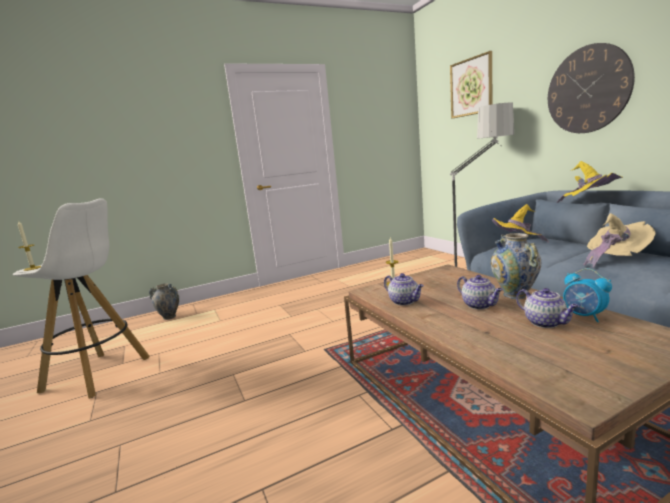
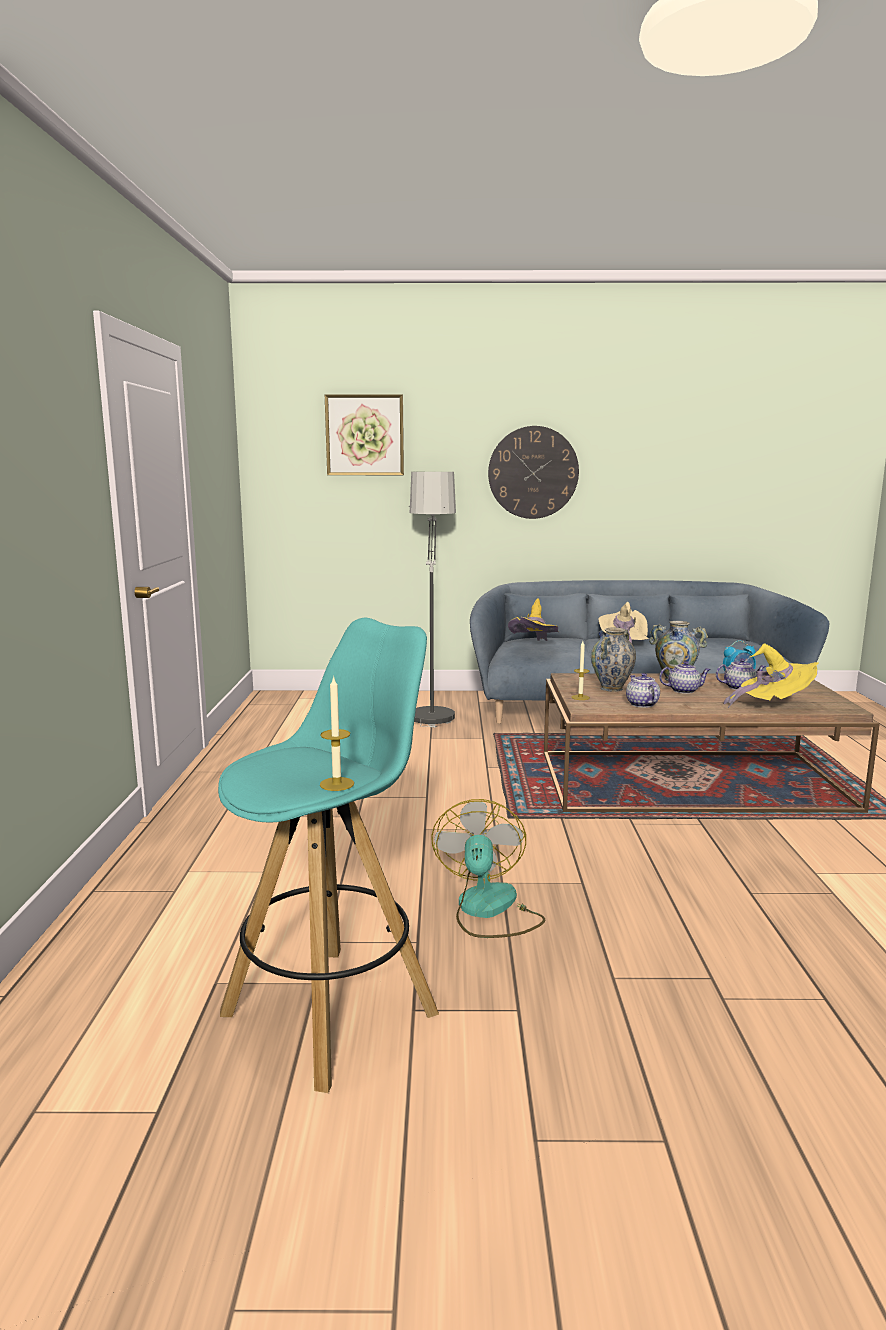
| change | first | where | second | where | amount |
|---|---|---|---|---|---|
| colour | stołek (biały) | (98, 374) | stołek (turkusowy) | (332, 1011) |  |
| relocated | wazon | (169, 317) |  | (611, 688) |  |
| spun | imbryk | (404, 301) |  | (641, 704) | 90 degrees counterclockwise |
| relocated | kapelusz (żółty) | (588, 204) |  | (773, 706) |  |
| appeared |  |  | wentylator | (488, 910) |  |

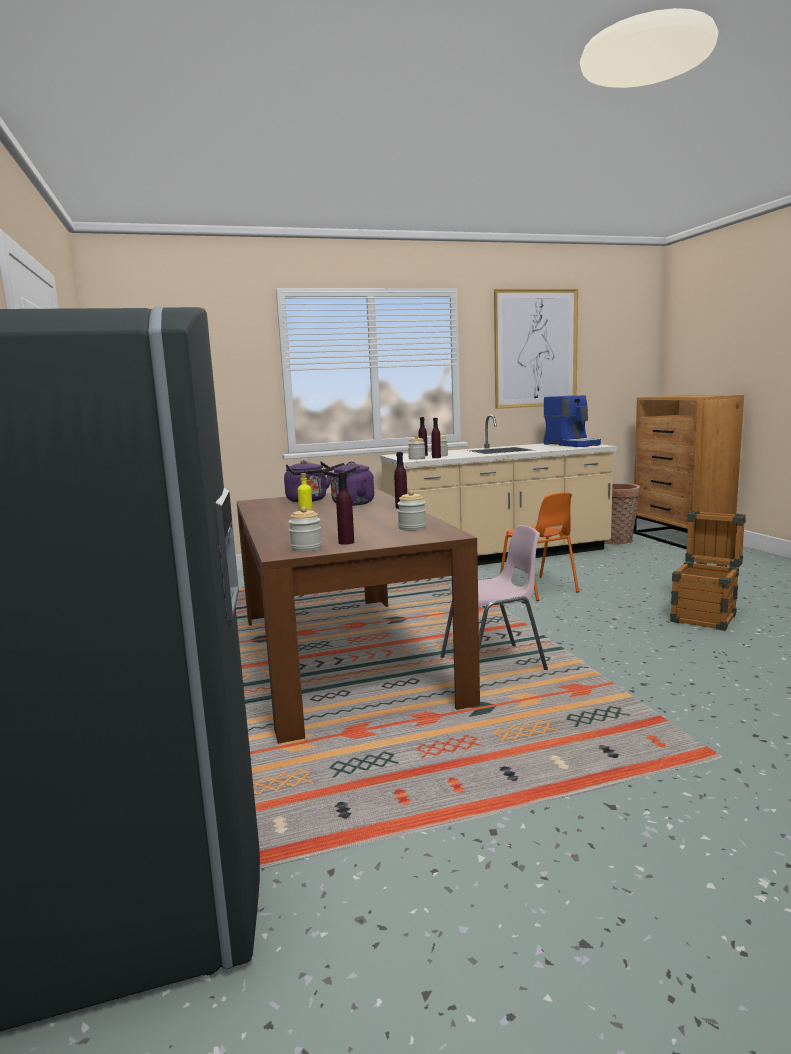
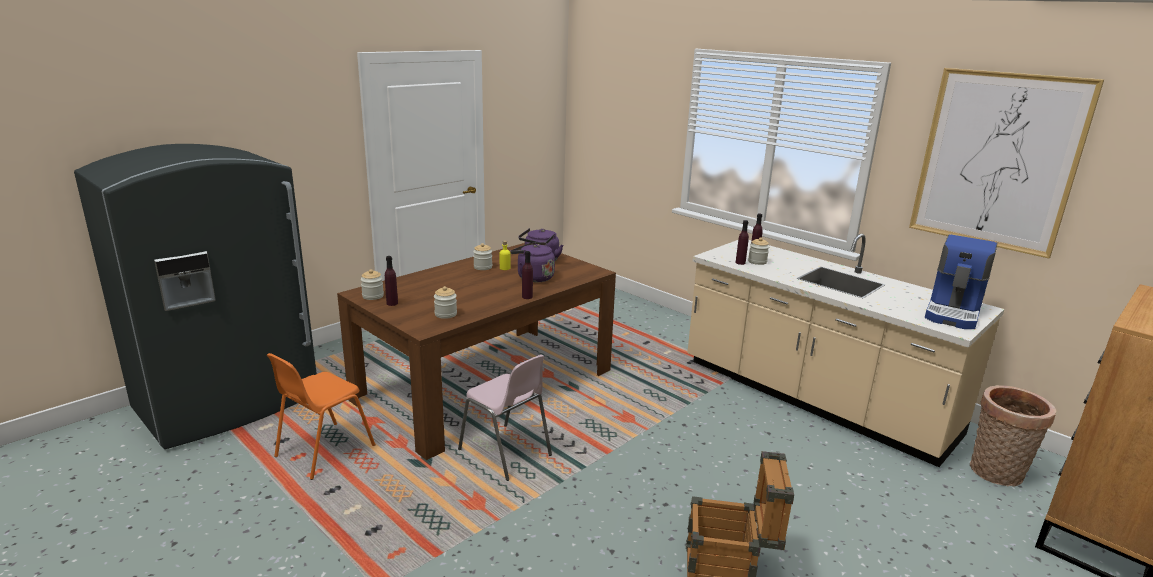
| change | first | where | second | where | amount |
|---|---|---|---|---|---|
| relocated | słoik | (417, 458) |  | (483, 267) |  |
| relocated | krzesło (pomarańczowy) | (538, 589) |  | (323, 451) |  |

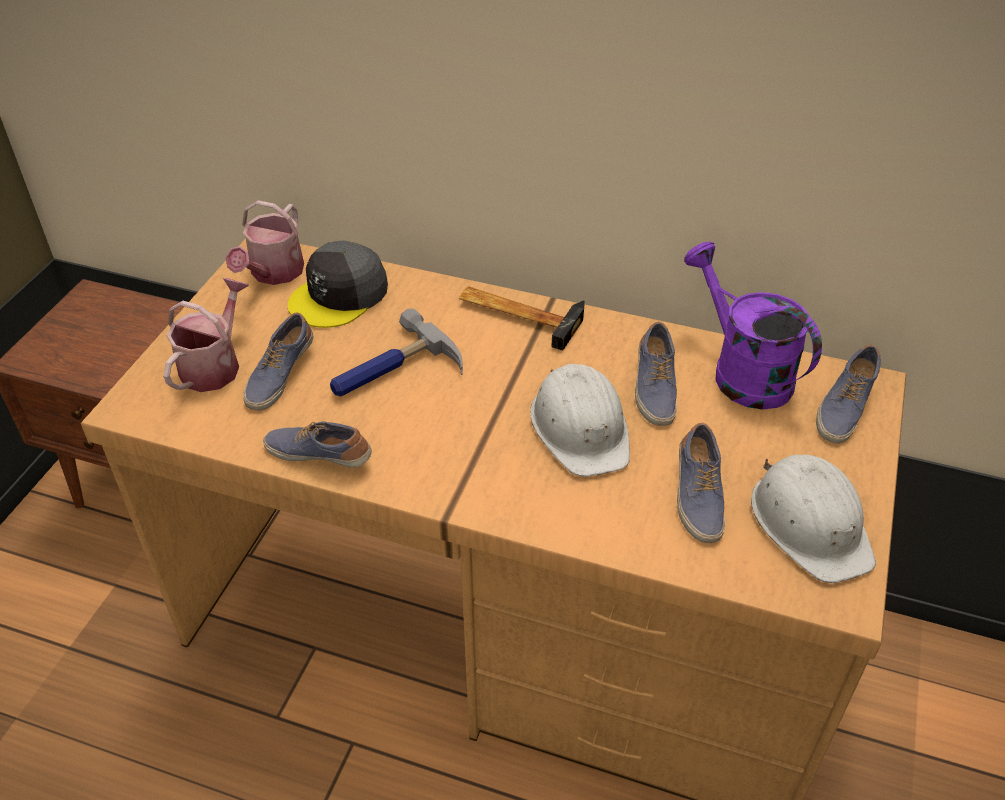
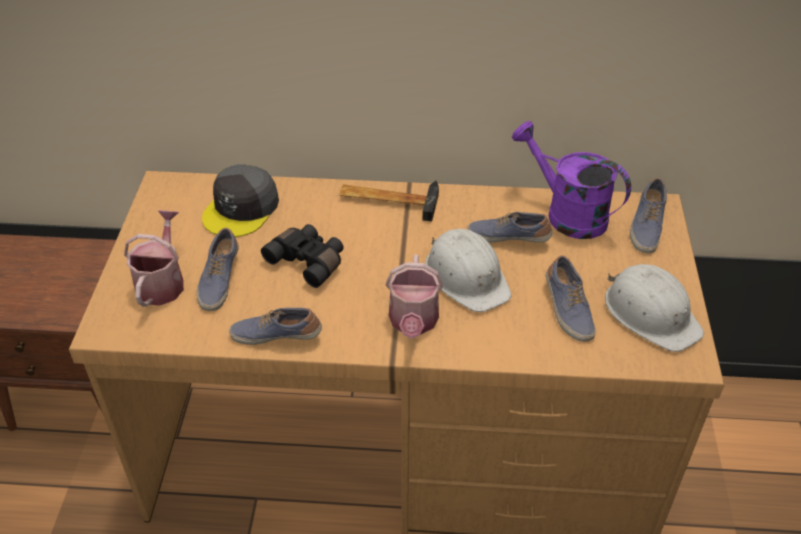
| change | first | where | second | where | amount |
|---|---|---|---|---|---|
| relocated | konewka | (273, 273) |  | (413, 322) |  |
| exchanged | młotek | (393, 372) | lornetka (czarny) | (308, 261) |  |
| spun | but | (653, 388) |  | (508, 237) | 120 degrees clockwise |

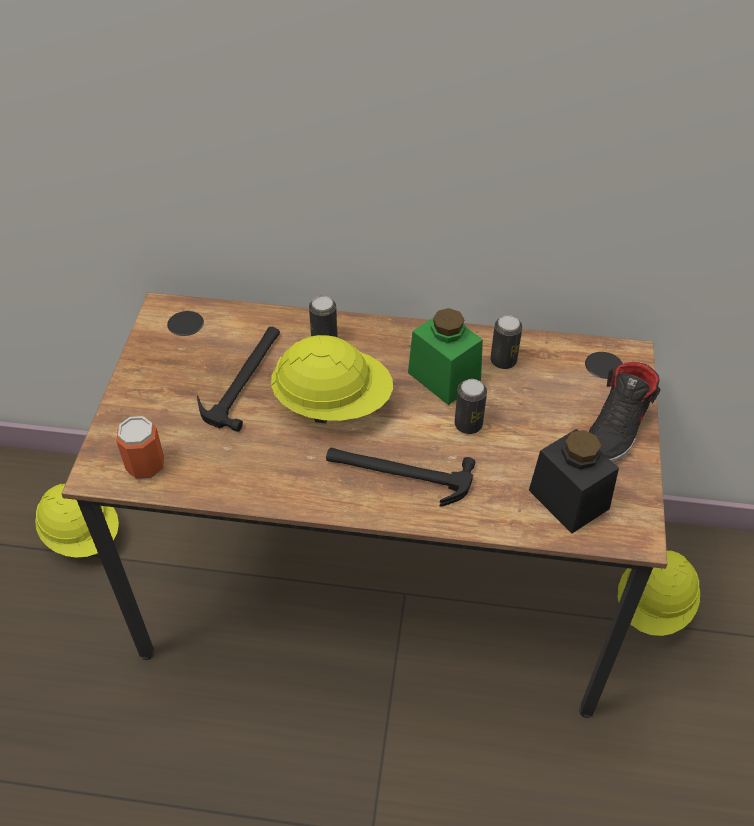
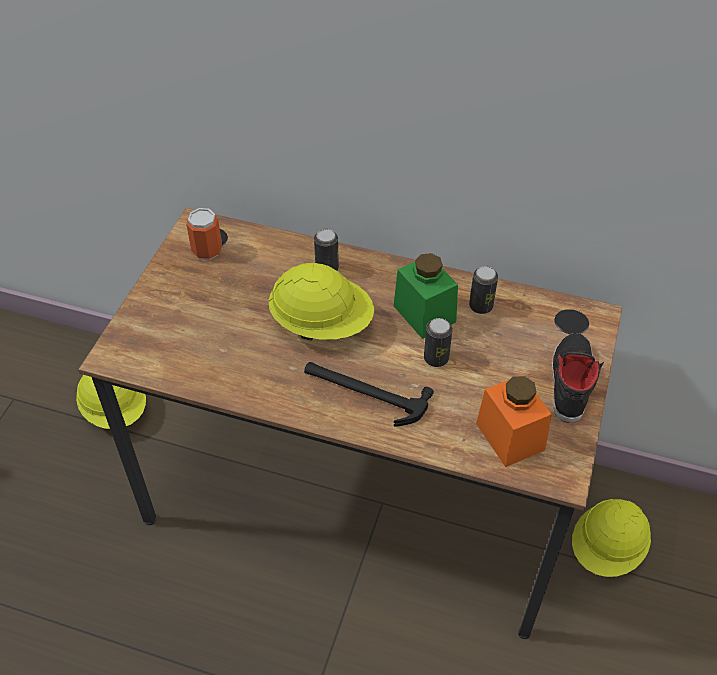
| change | first | where | second | where | amount |
|---|---|---|---|---|---|
| relocated | puszka | (145, 466) |  | (207, 250) |  |
| missing | młotek | (244, 378) |  |  |  |
| colour | słoik (czarny) | (568, 499) | słoik (pomarańczowy) | (510, 436) |  |
| spun | but (czarny) | (617, 428) |  | (569, 380) | 150 degrees clockwise |

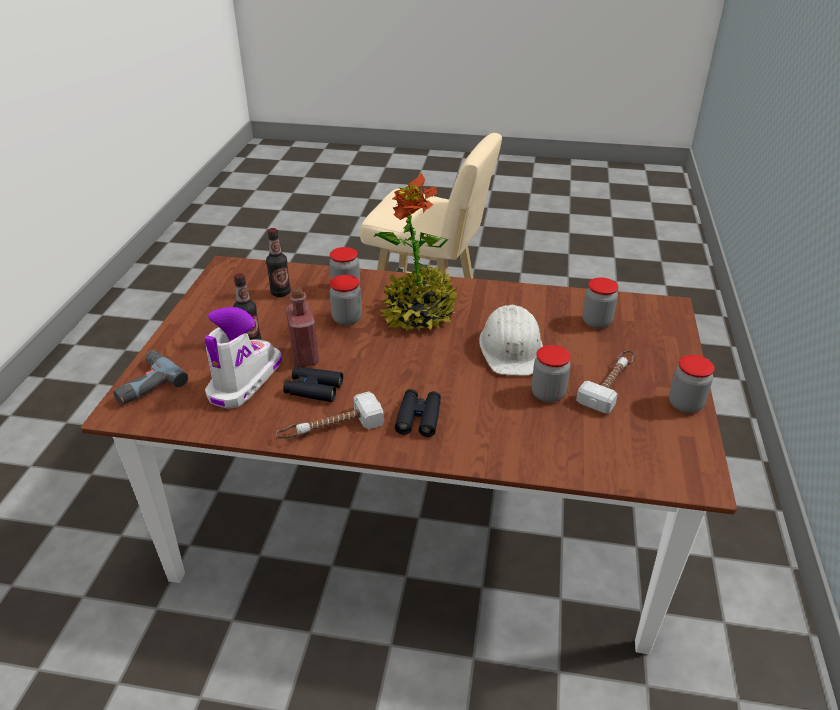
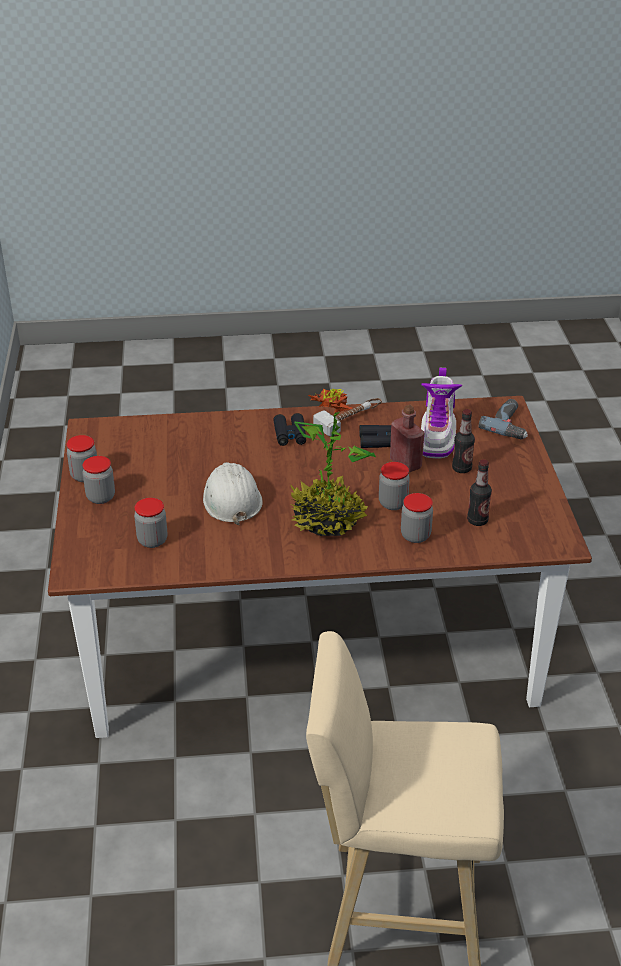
| change | first | where | second | where | amount |
|---|---|---|---|---|---|
| relocated | słoik | (548, 394) |  | (101, 497) |  |
| missing | młotek | (610, 383) |  |  |  |

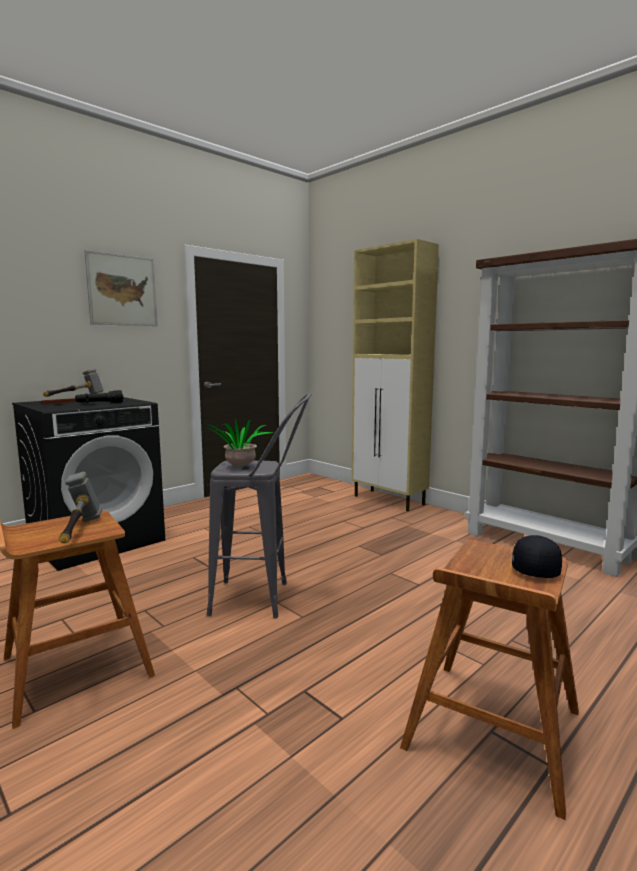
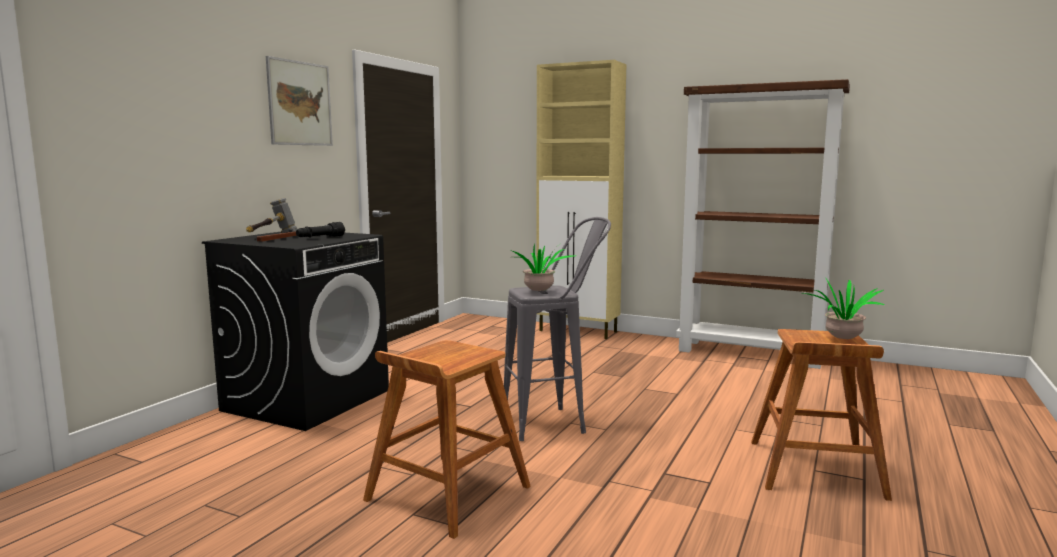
| change | first | where | second | where | amount |
|---|---|---|---|---|---|
| missing | młotek | (79, 533) |  |  |  |
| exchanged | czapka z daszkiem (czarny) | (534, 568) | roślina doniczkowa | (842, 339) |  |

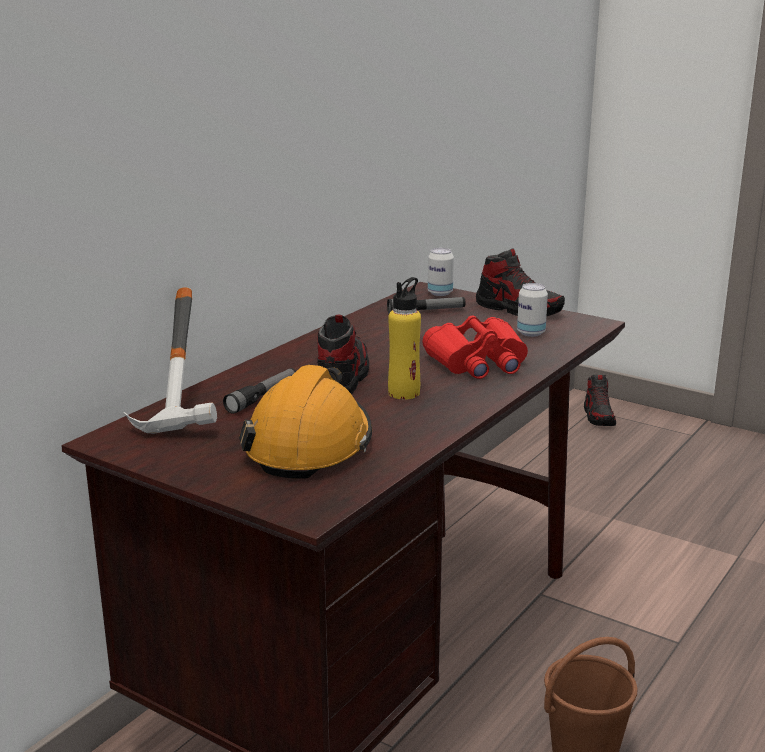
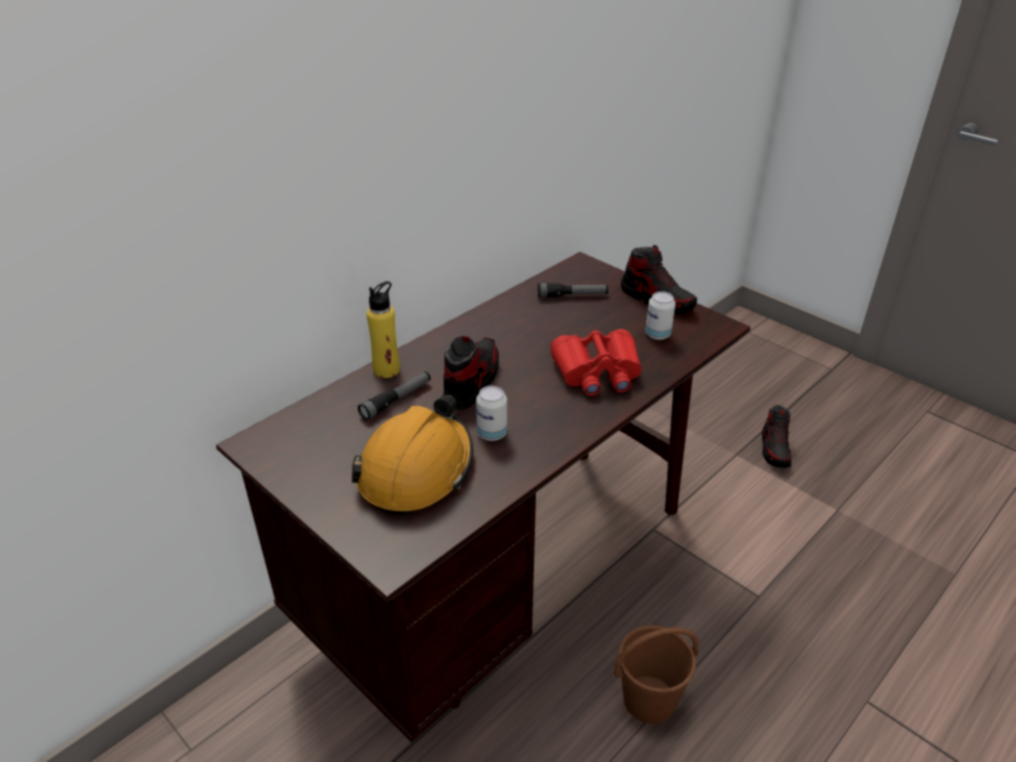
| change | first | where | second | where | amount |
|---|---|---|---|---|---|
| missing | młotek | (192, 410) |  |  |  |
| relocated | butelka (żółty) | (404, 393) |  | (386, 370) |  |
| relocated | puszka | (440, 293) |  | (492, 434) |  |
| relocated | but | (599, 416) |  | (775, 449) |  |

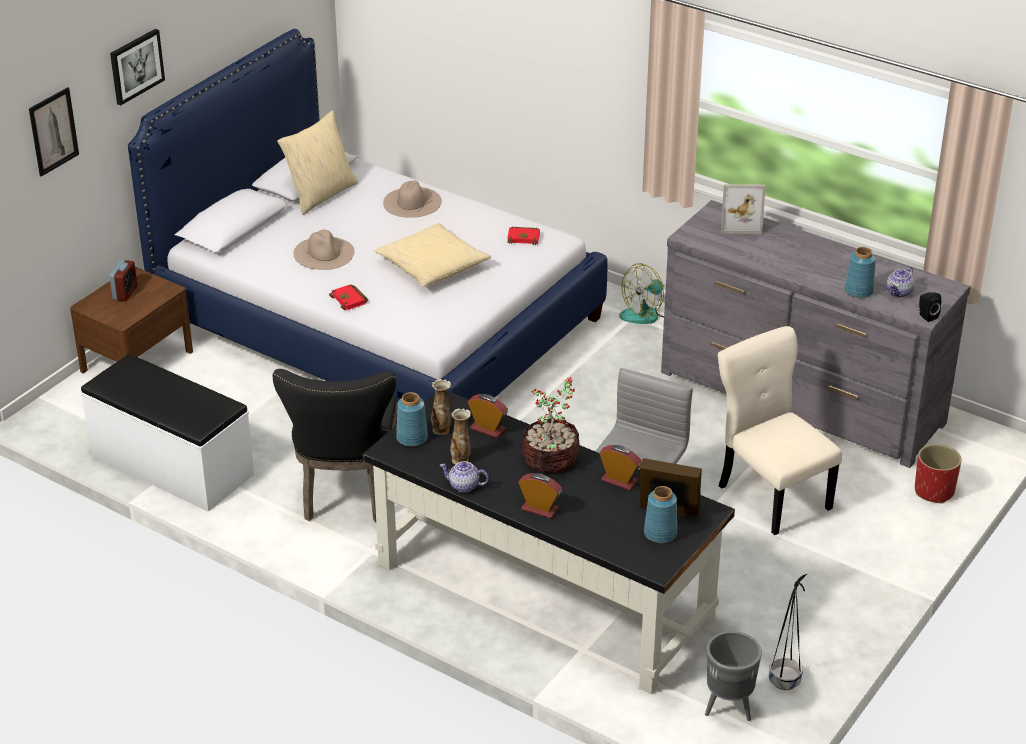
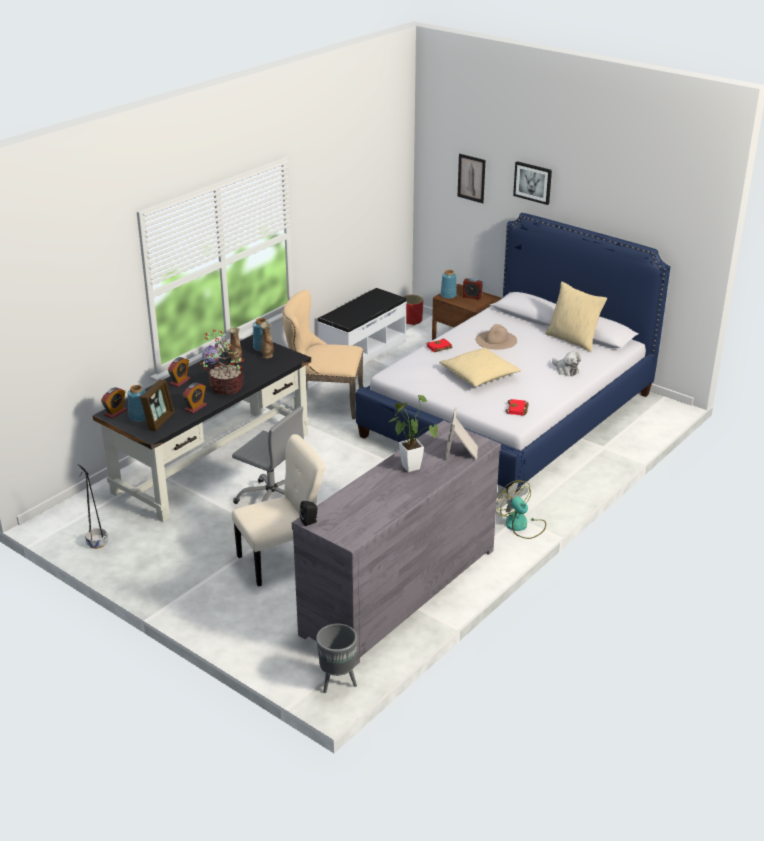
| change | first | where | second | where | amount |
|---|---|---|---|---|---|
| colour | krzesło (czarny) | (347, 494) | krzesło (beżowy) | (323, 402) |  |
| exchanged | kapelusz (beżowy) | (412, 202) | pluszak | (565, 370) |  |
| relocated | budzik | (487, 429) |  | (115, 412) |  |
| relocated | donica (szary) | (728, 709) |  | (337, 683) |  |
| relocated | wazon (niebieski) | (859, 291) |  | (448, 296) |  |
| missing | imbryk | (899, 292) |  |  |  |
| relocated | donica (czerwony) | (934, 491) |  | (411, 320) |  |
| appeared |  |  | roślina doniczkowa | (409, 465) |  |

